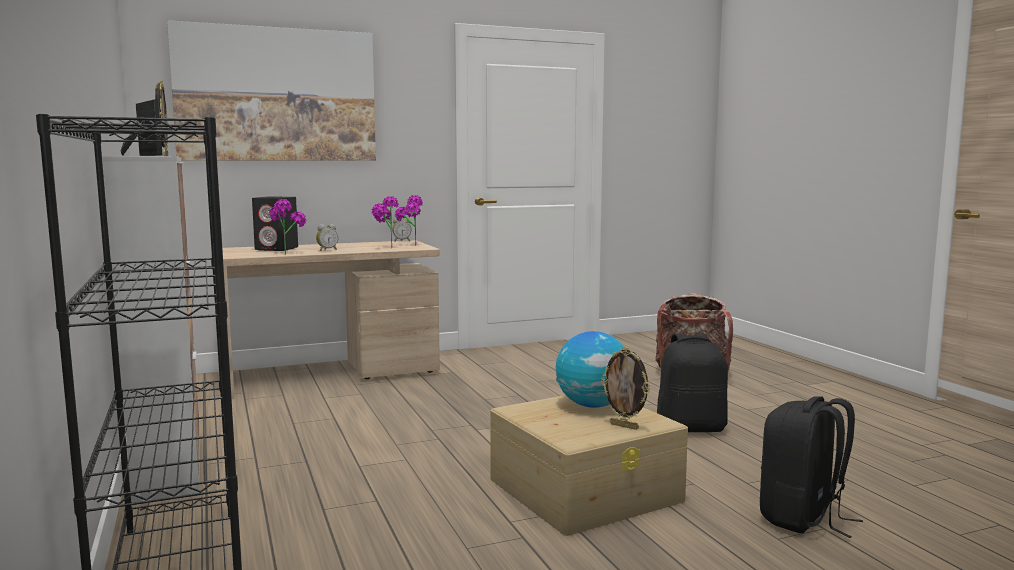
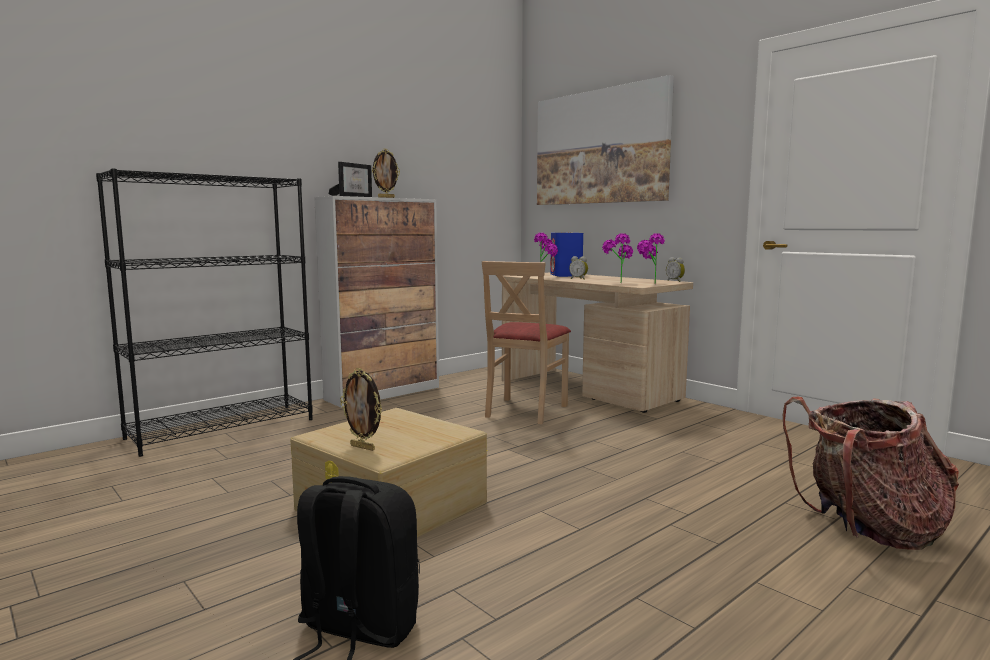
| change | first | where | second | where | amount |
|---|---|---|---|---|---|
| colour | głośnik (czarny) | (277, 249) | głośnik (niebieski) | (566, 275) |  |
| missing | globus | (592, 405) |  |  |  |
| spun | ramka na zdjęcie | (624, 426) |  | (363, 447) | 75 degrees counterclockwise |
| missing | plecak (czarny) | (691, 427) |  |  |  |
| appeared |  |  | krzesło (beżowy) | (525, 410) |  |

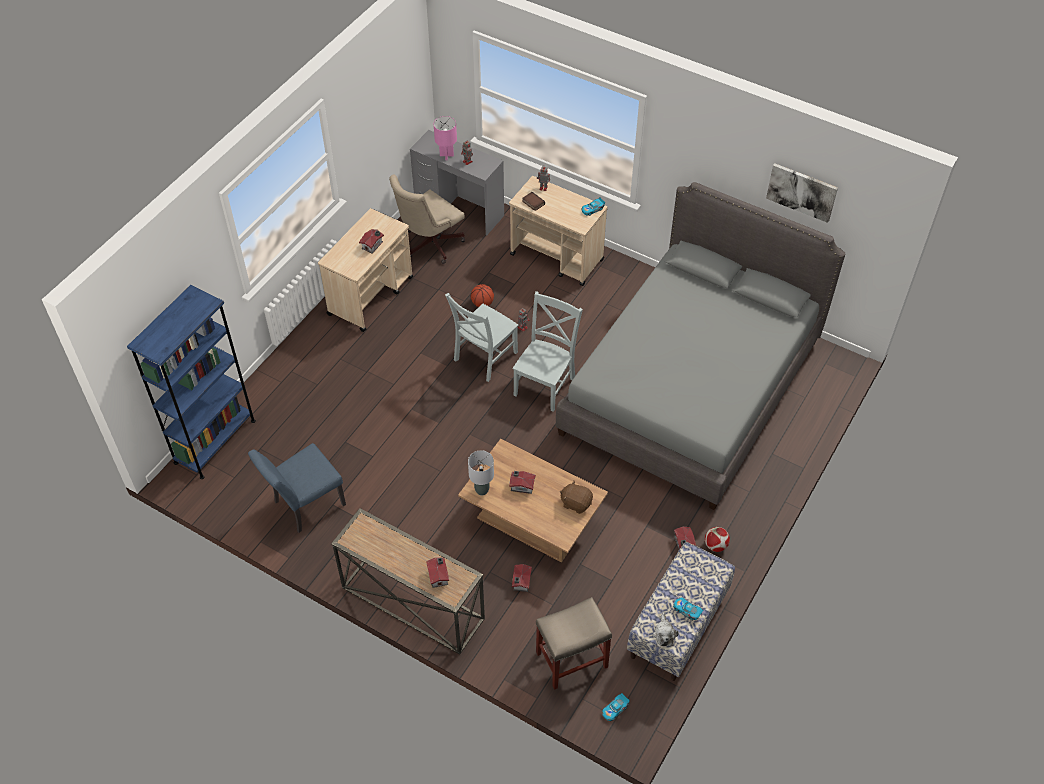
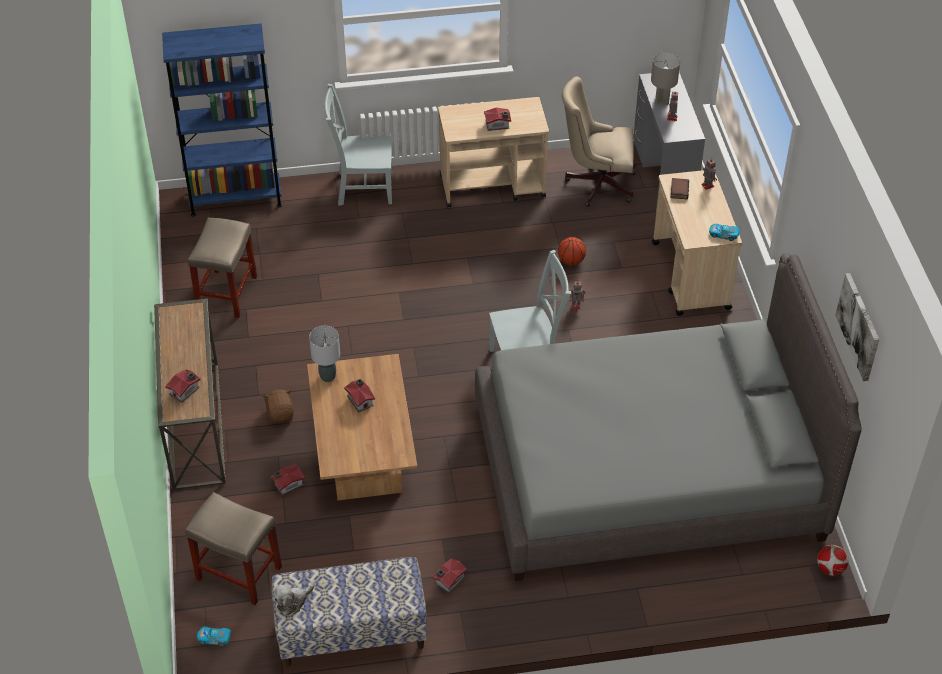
| change | first | where | second | where | amount |
|---|---|---|---|---|---|
| exchanged | krzesło (niebieski) | (304, 505) | stołek (beżowy) | (227, 293) |  |
| colour | lampa stołowa (różowy) | (446, 155) | lampa stołowa (szary) | (661, 100) |  |
| relocated | krzesło (szary) | (483, 358) |  | (362, 188) |  |
| relocated | pluszak (brązowy) | (576, 503) |  | (280, 413) |  |
| missing | samochodzik | (687, 610) |  |  |  |
| relocated | piłka futbolowa | (715, 545) |  | (830, 569) |  |

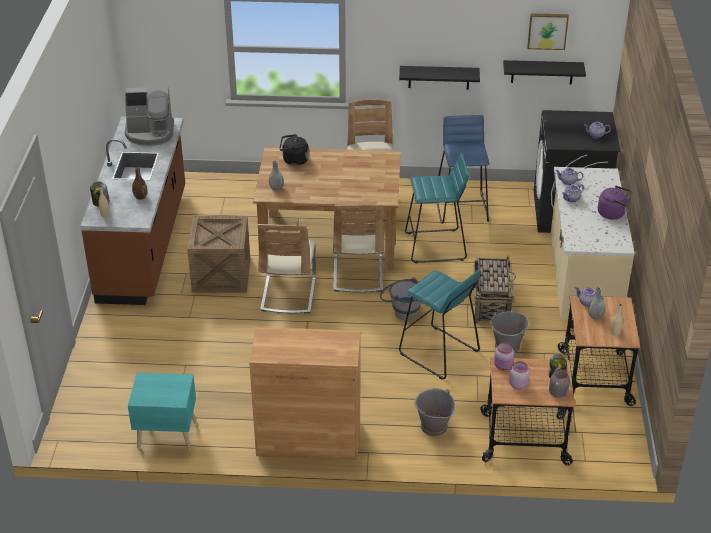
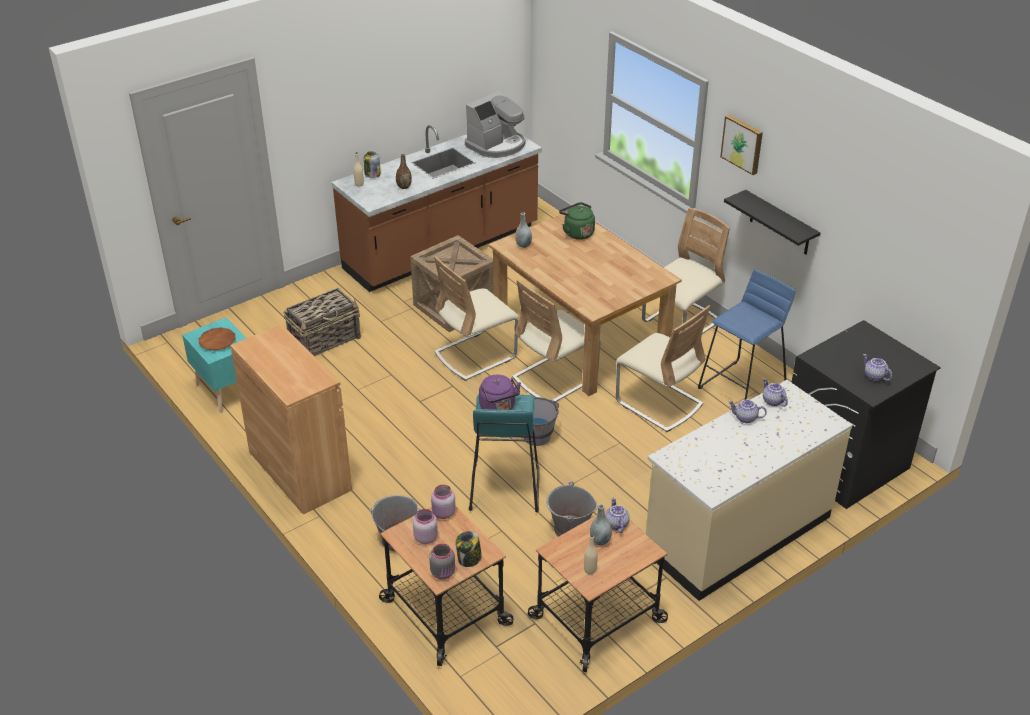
| change | first | where | second | where | amount |
|---|---|---|---|---|---|
| spun | ekspres do kawy | (150, 133) |  | (496, 145) | 90 degrees counterclockwise |
| colour | czajnik (czarny) | (293, 160) | czajnik (zielony) | (577, 233) |  |
| exchanged | stołek (turkusowy) | (436, 246) | krzesło (beżowy) | (659, 403) |  |
| relocated | koszyk | (491, 304) |  | (325, 339) |  |
| missing | półka (czarny) | (542, 72) |  |  |  |
| relocated | obraz | (547, 30) |  | (743, 144) |  |
| relocated | czajnik (fioletowy) | (613, 213) |  | (498, 408) |  |
| appeared |  |  | talerz (brązowy) | (217, 341) |  |

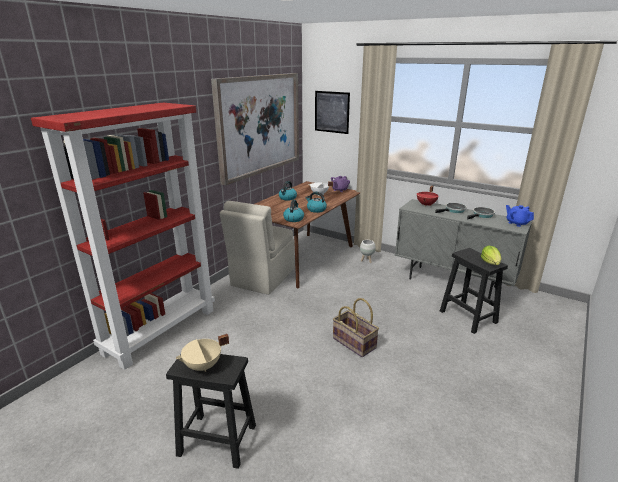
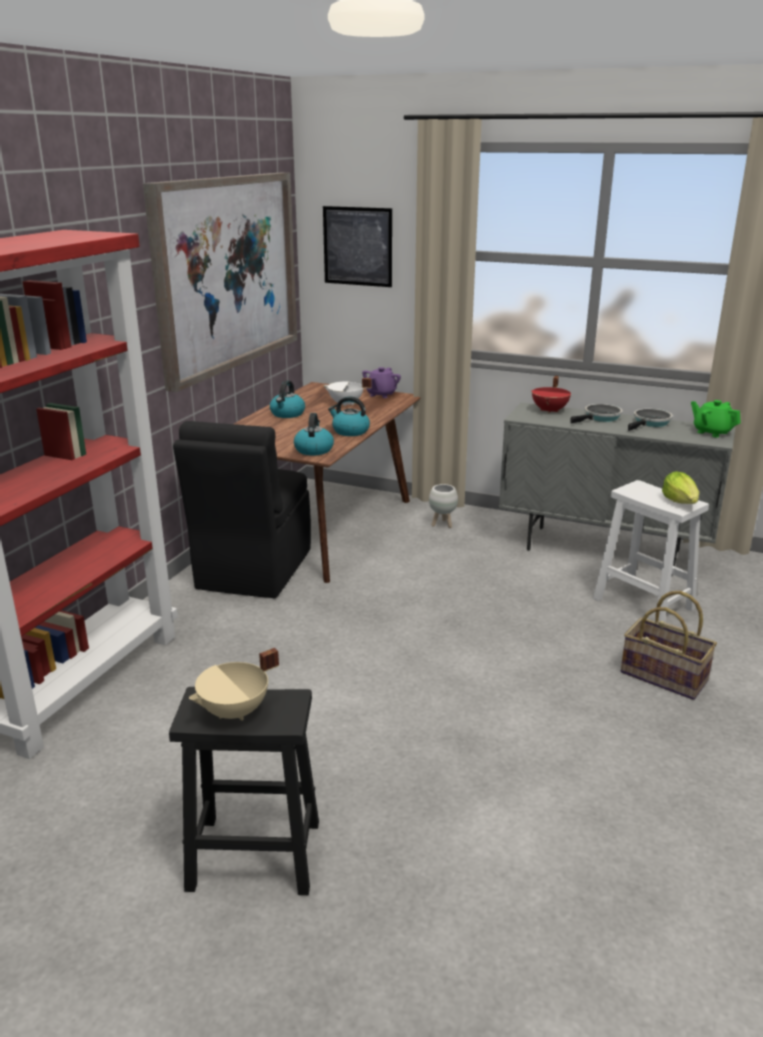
| change | first | where | second | where | amount |
|---|---|---|---|---|---|
| colour | krzesło (beżowy) | (262, 278) | krzesło (czarny) | (253, 570) |  |
| relocated | koszyk | (355, 343) |  | (664, 676) |  |
| colour | stołek (czarny) | (469, 317) | stołek (biały) | (645, 604) |  |
| colour | imbryk (niebieski) | (517, 223) | imbryk (zielony) | (712, 432) |  |

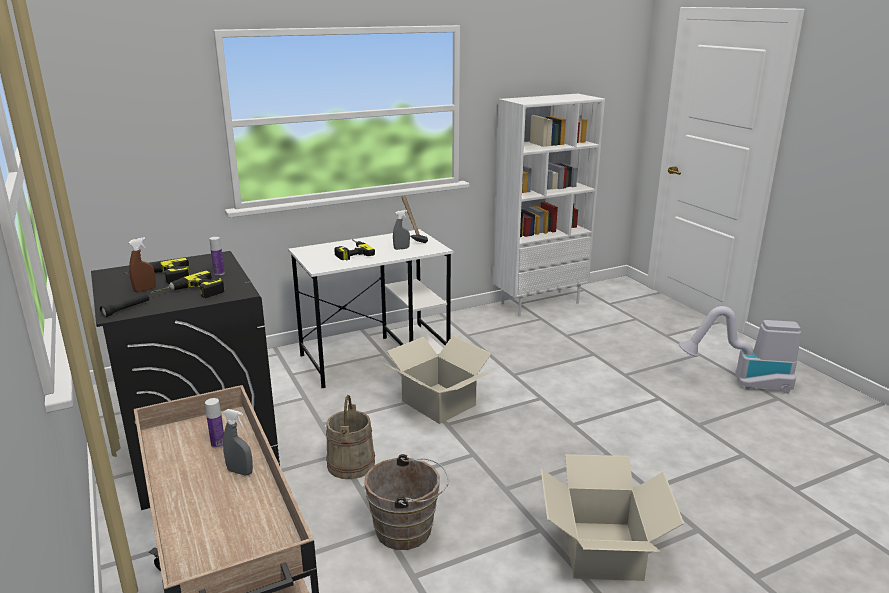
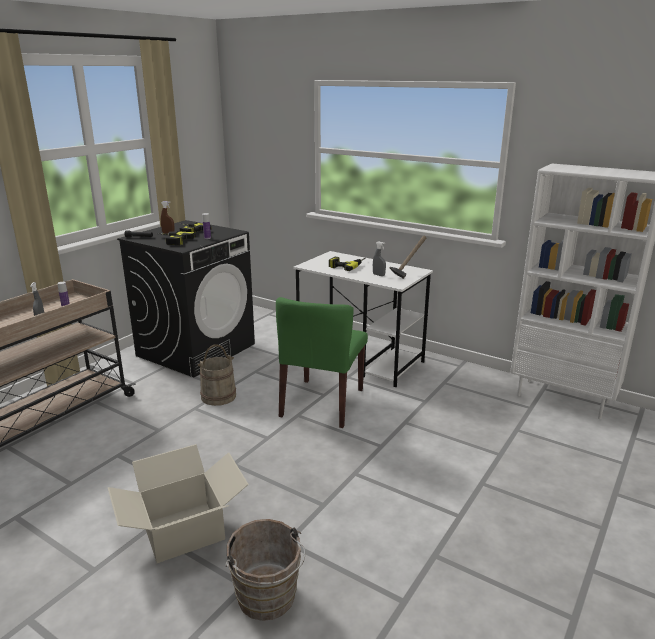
| change | first | where | second | where | amount |
|---|---|---|---|---|---|
| relocated | wiadro (brązowy) | (408, 530) |  | (268, 600) |  |
| exchanged | karton | (438, 403) | krzesło (zielony) | (322, 403) |  |
| missing | odkurzacz | (742, 382) |  |  |  |

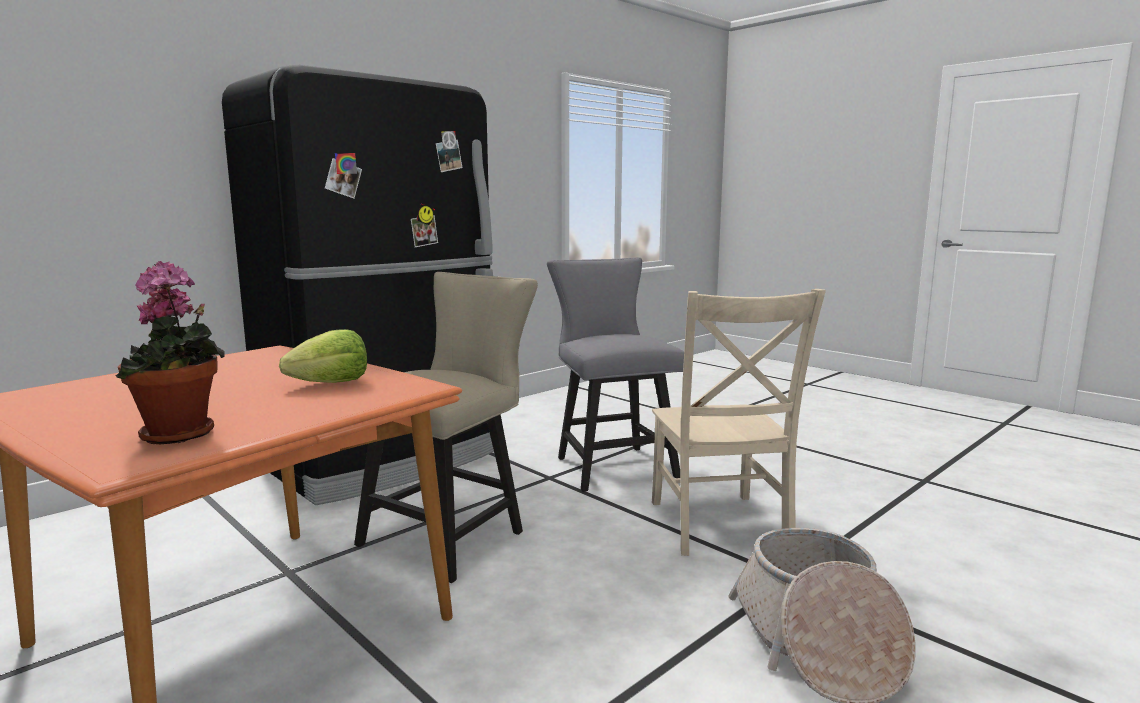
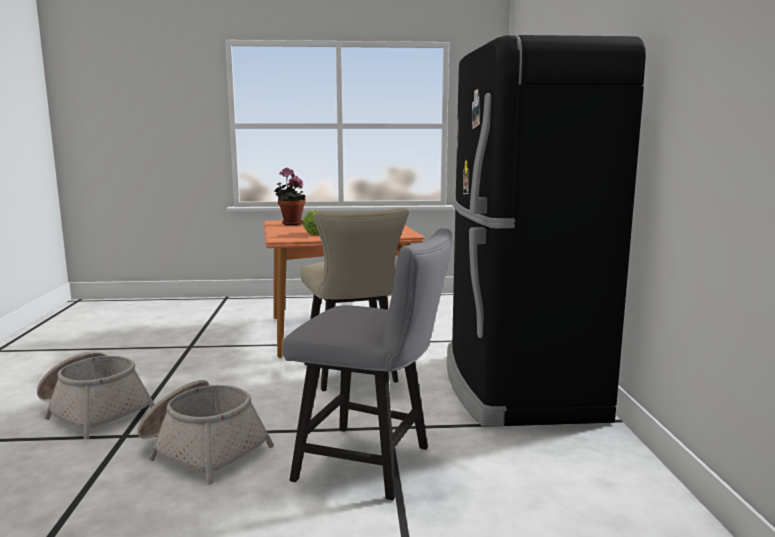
| change | first | where | second | where | amount |
|---|---|---|---|---|---|
| exchanged | krzesło (beżowy) | (719, 527) | koszyk | (202, 449) |  |

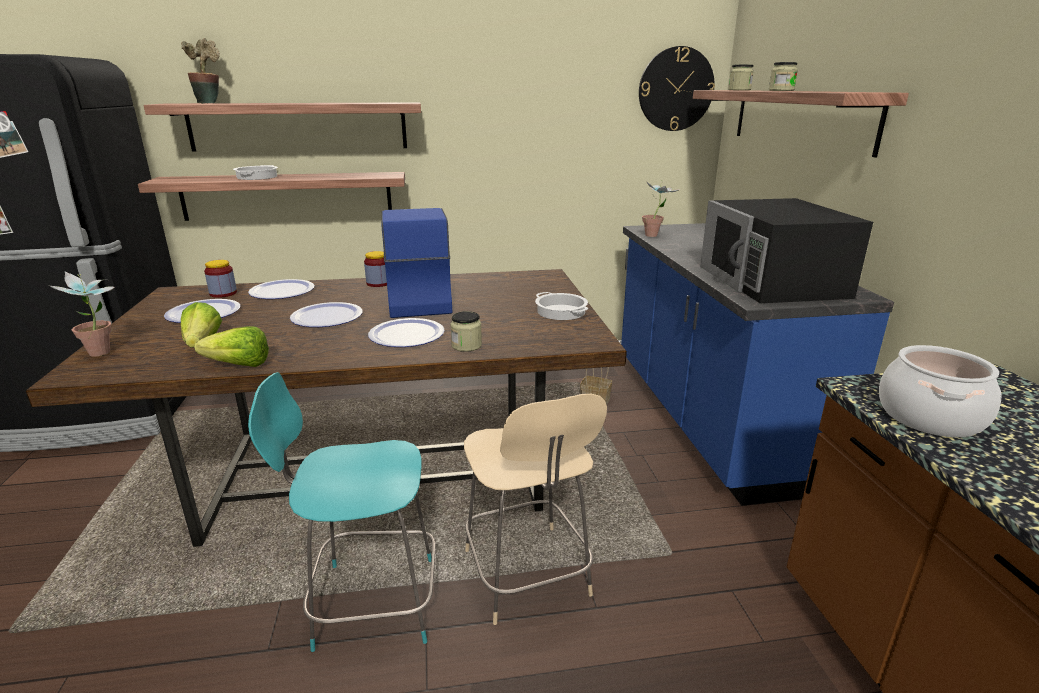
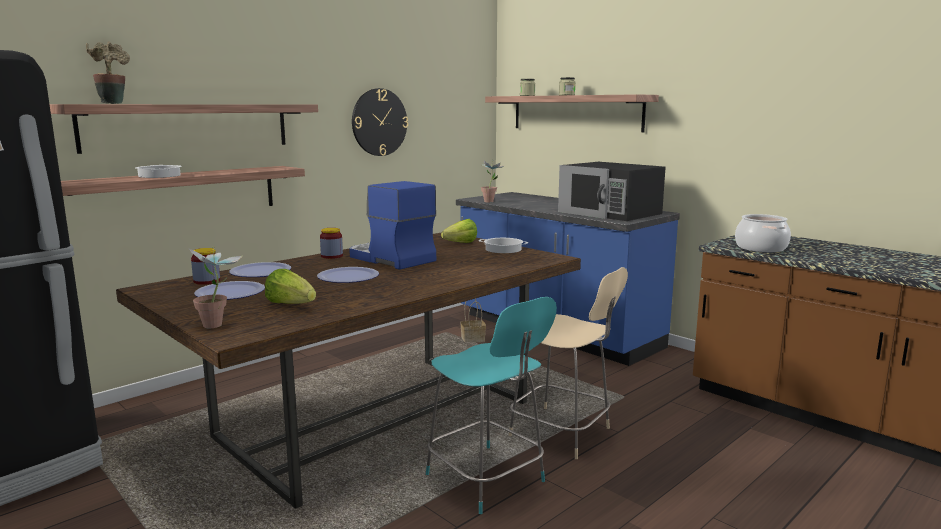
| change | first | where | second | where | amount |
|---|---|---|---|---|---|
| relocated | sałata | (234, 365) |  | (457, 244) |  |
| spun | krzesło (turkusowy) | (370, 602) |  | (487, 480) | 90 degrees counterclockwise |
| missing | talerz | (407, 335) |  |  |  |
| missing | słoik | (466, 345) |  |  |  |
| relocated | zegar ścienny | (676, 89) |  | (379, 122) |  |

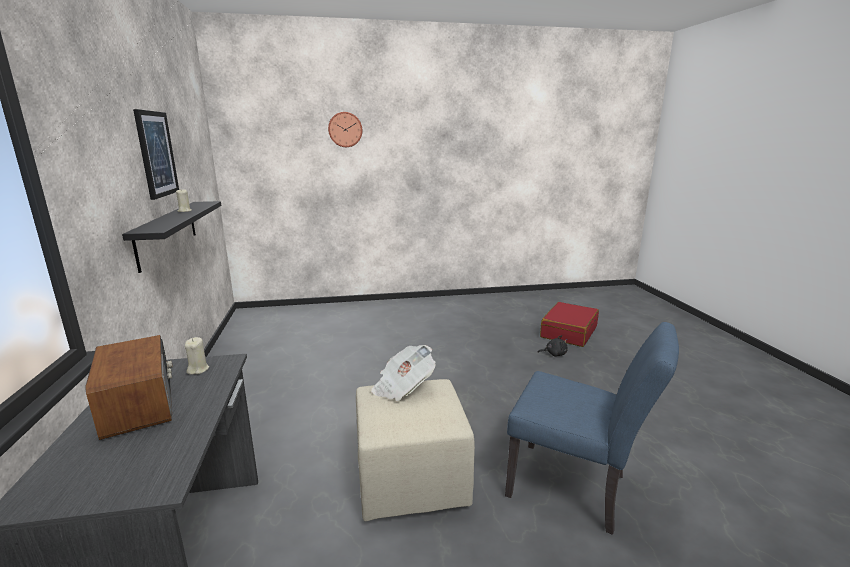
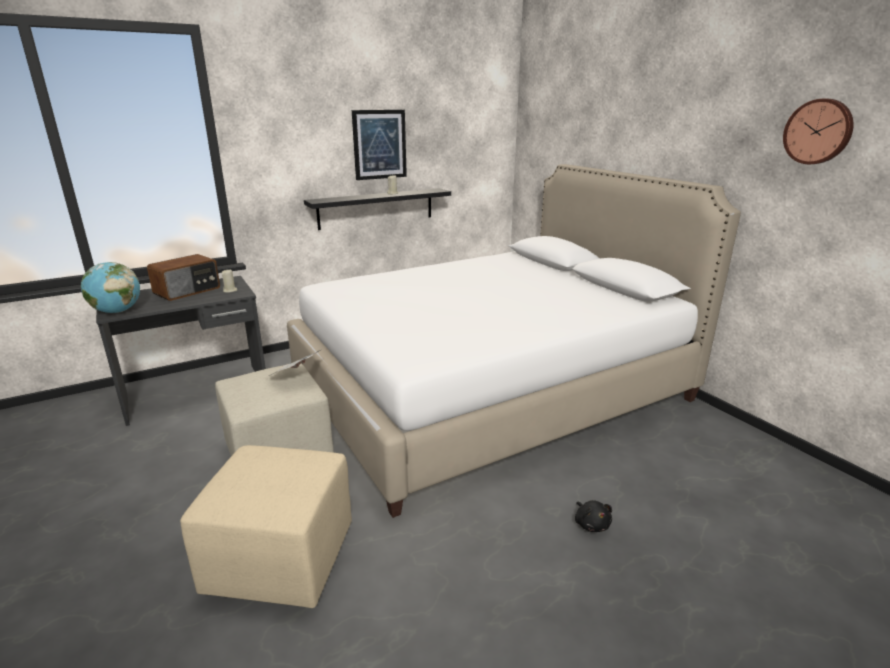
| change | first | where | second | where | amount |
|---|---|---|---|---|---|
| relocated | zegar ścienny | (345, 129) |  | (818, 131) |  |
| exchanged | krzesło (niebieski) | (576, 489) | pufa (beżowy) | (279, 560) |  |
| missing | walizka (czerwony) | (568, 332) |  |  |  |
| appeared |  |  | globus | (117, 311) |  |
| appeared |  |  | łóżko (biały) | (490, 390) |  |

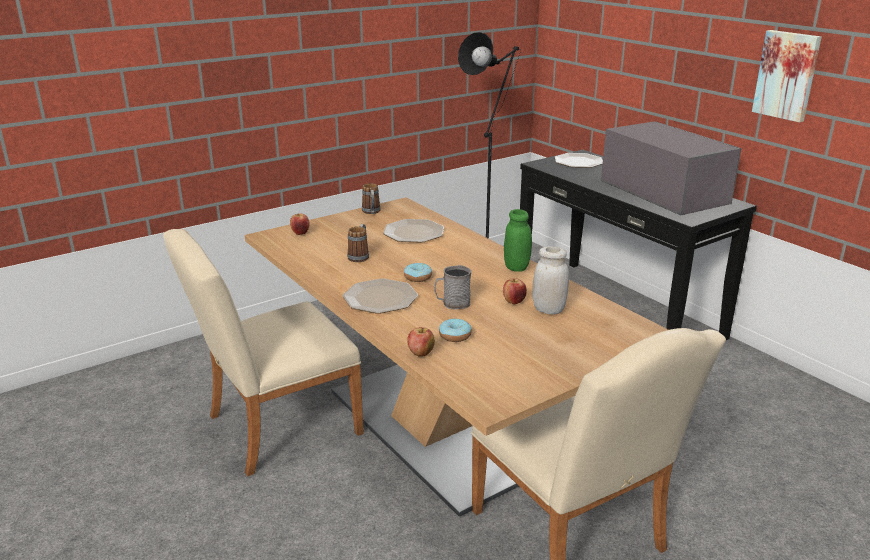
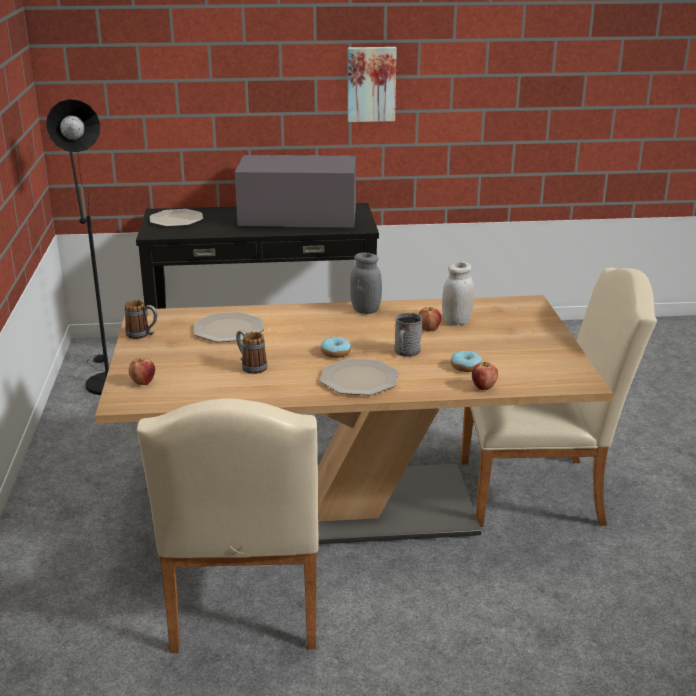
| change | first | where | second | where | amount |
|---|---|---|---|---|---|
| colour | słoik (zielony) | (516, 267) | słoik (szary) | (365, 310) |  |

